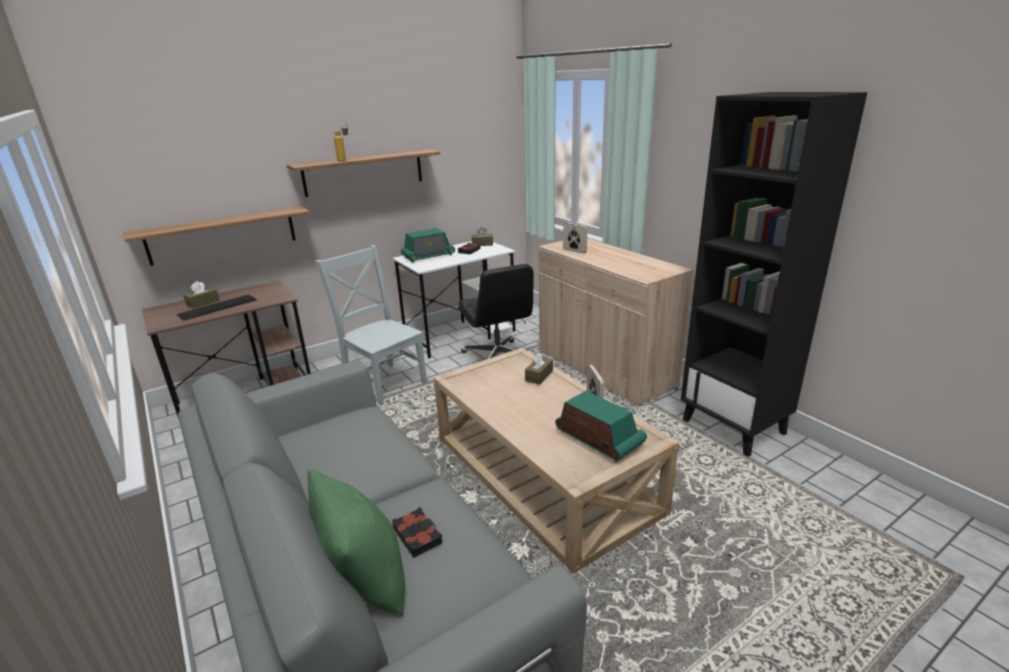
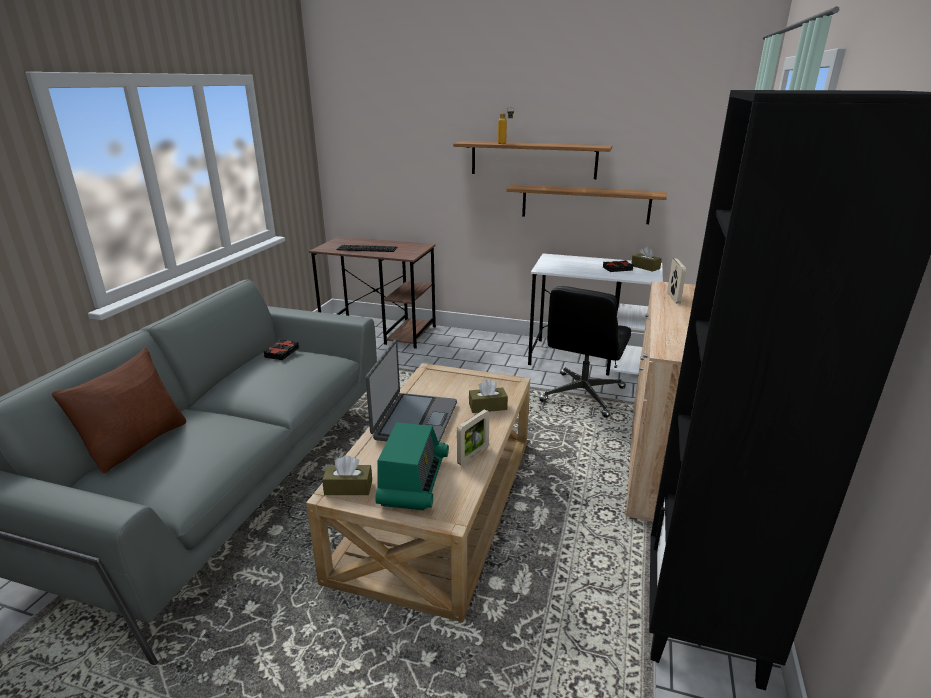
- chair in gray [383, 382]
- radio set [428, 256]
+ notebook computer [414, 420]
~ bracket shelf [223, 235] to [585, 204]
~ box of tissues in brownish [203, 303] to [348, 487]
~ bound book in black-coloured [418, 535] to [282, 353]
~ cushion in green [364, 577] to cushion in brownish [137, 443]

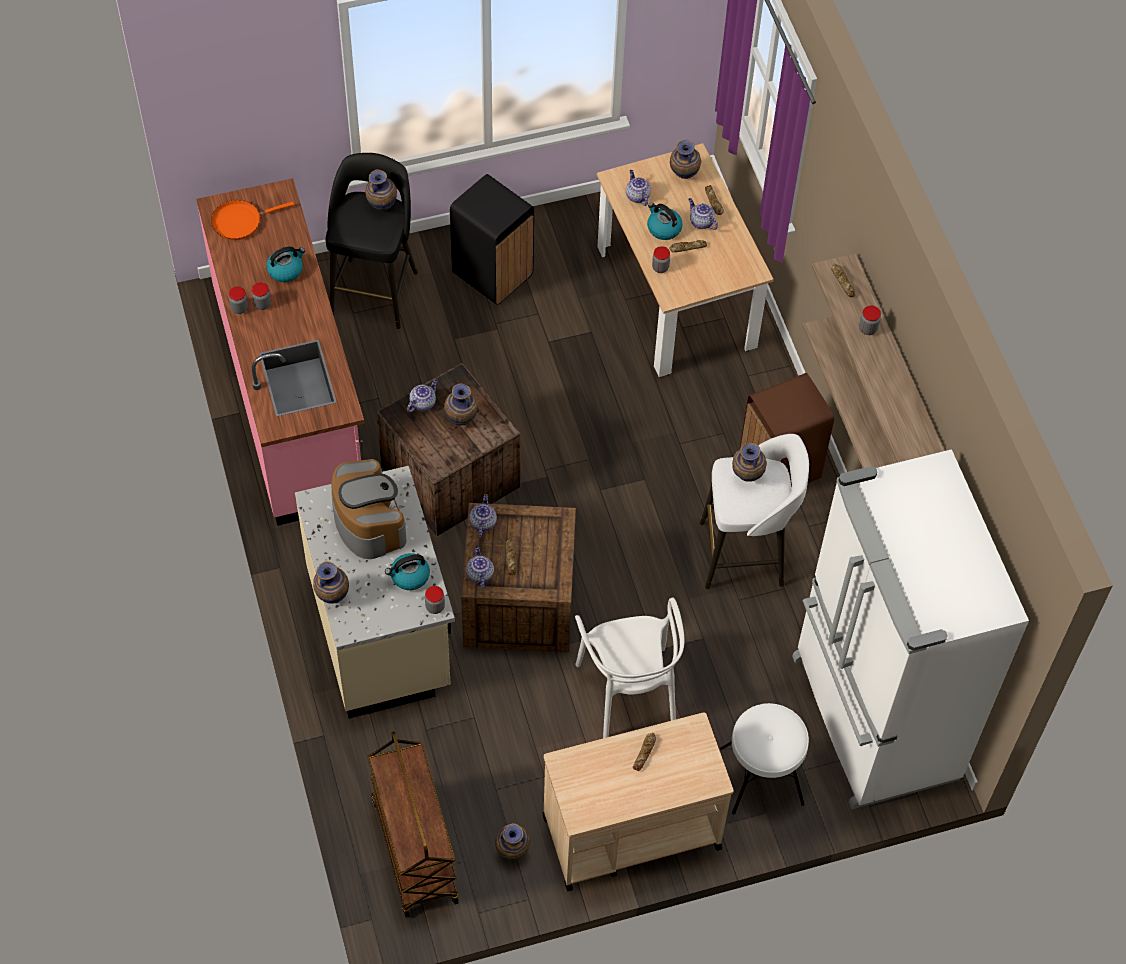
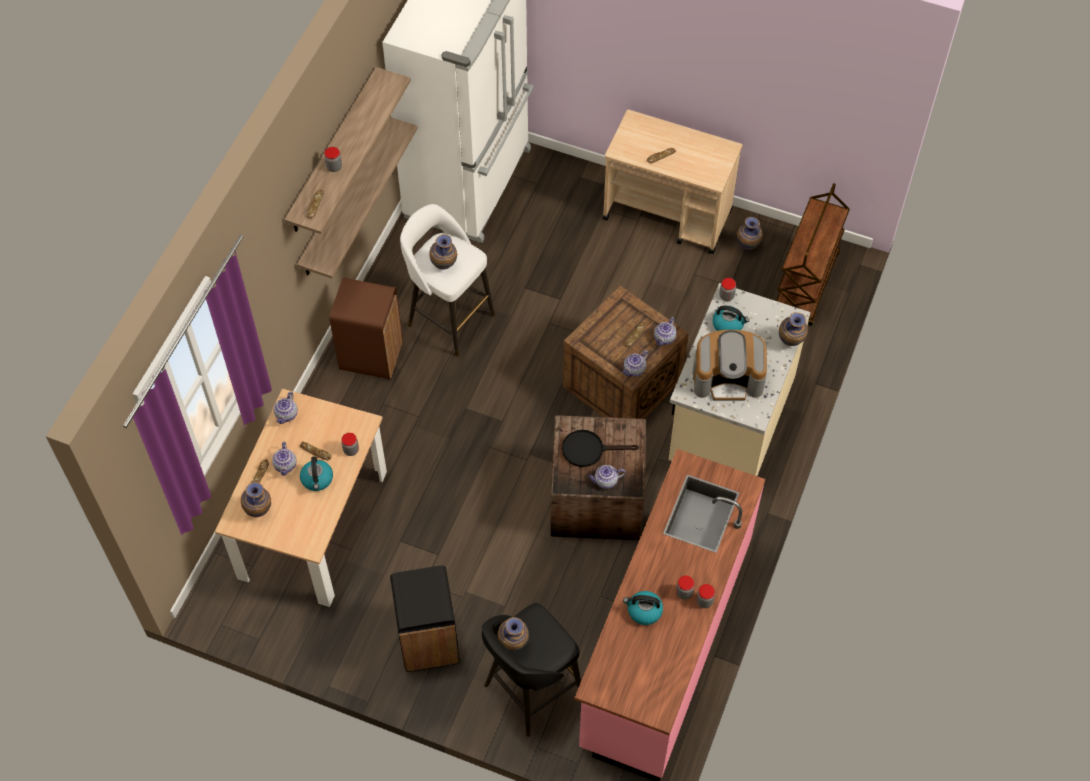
- skillet in orange [240, 221]
- chair in whitish [629, 692]
- sitting stool in whitish [761, 776]
~ teapot [637, 196] to [286, 415]
~ vase [461, 421] to skillet in black-coloured [589, 449]
~ coffee brewer [368, 521] = [728, 378] 105 degrees counterclockwise

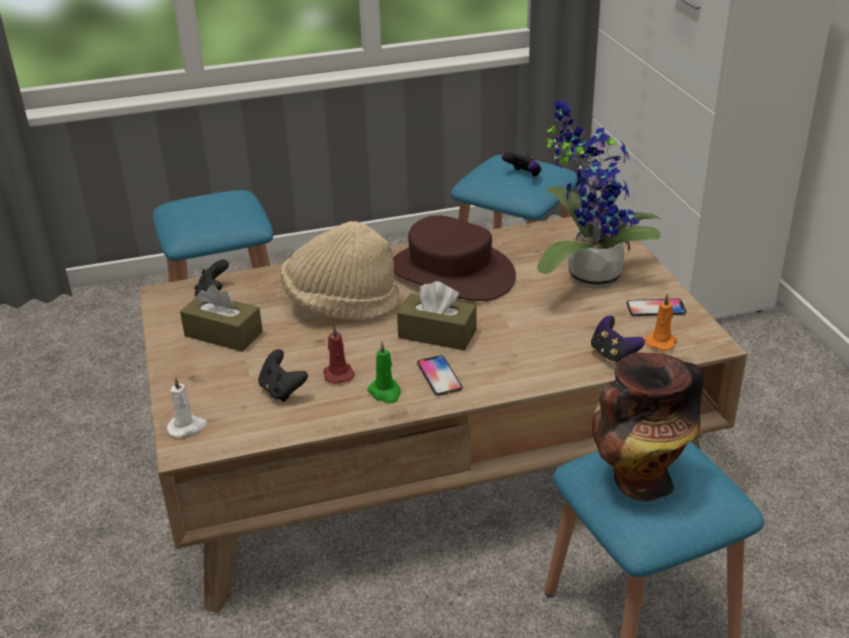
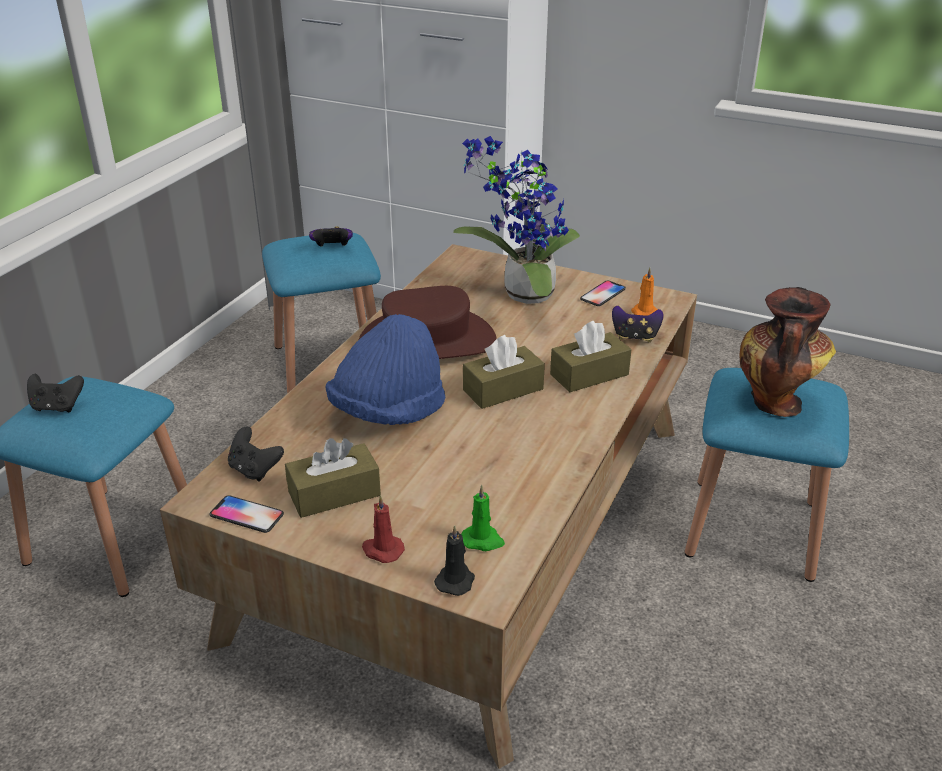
+ box of tissues in brownish [589, 374]
~ gamepad in black-coloured [282, 390] to [57, 407]
~ candle in red-coloured [338, 374] to [382, 550]
~ candle in green [385, 392] to [483, 540]
~ phone [439, 376] to [247, 515]
~ candle in whitish [187, 427] to candle in black-coloured [455, 580]
~ clothing hat in beige [341, 304] to clothing hat in blue [388, 412]

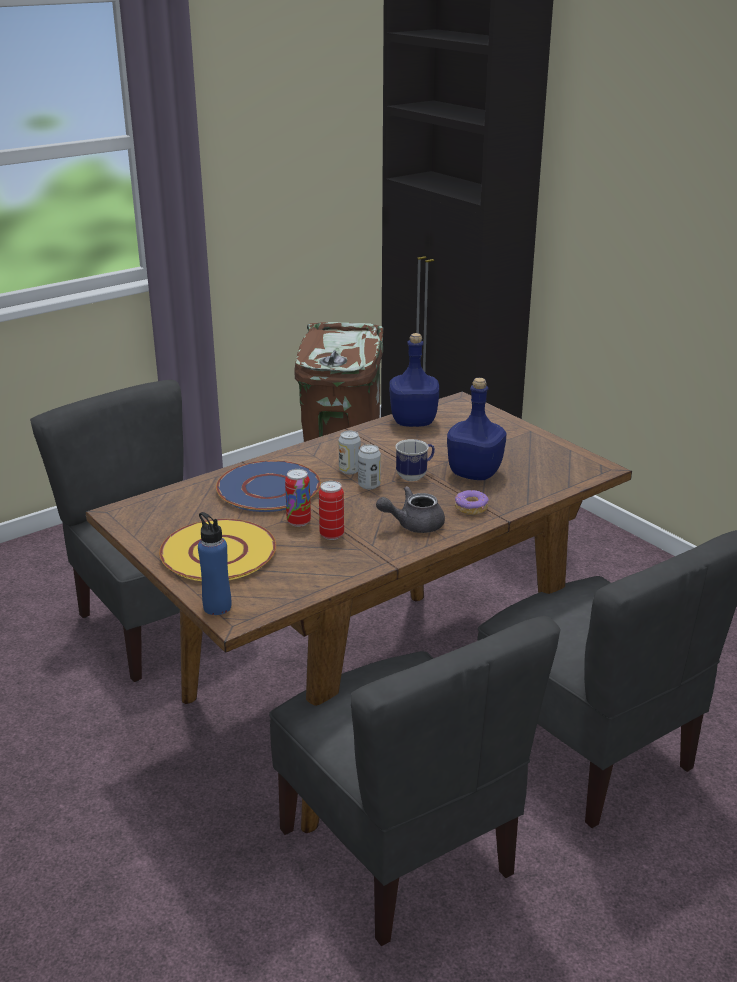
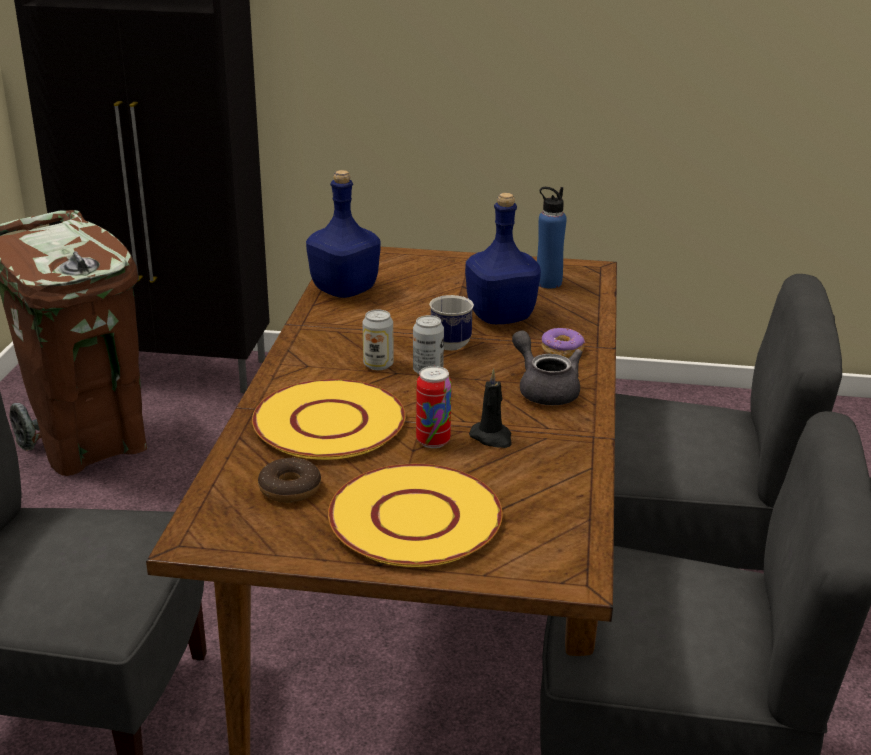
+ doughnut [290, 489]
~ bottle in blue [217, 607] to [548, 283]
~ metal can [331, 535] to candle in black-coloured [492, 437]
~ dinner plate in blue [269, 488] to dinner plate in yellow-coloured [329, 421]
~ teapot in gray [413, 524] = [544, 389] 120 degrees clockwise

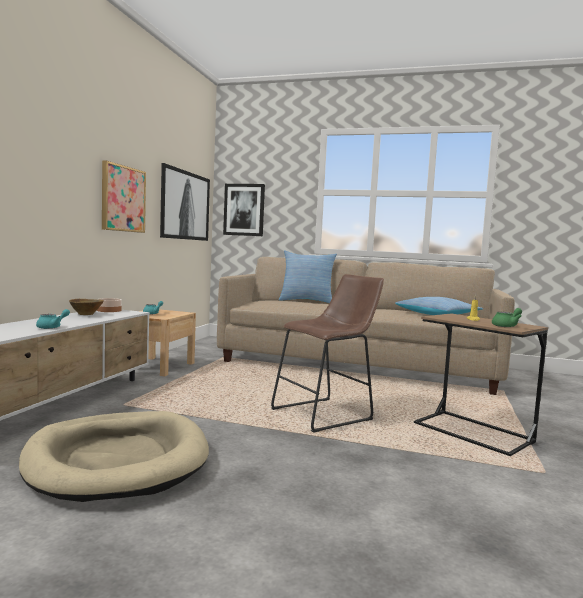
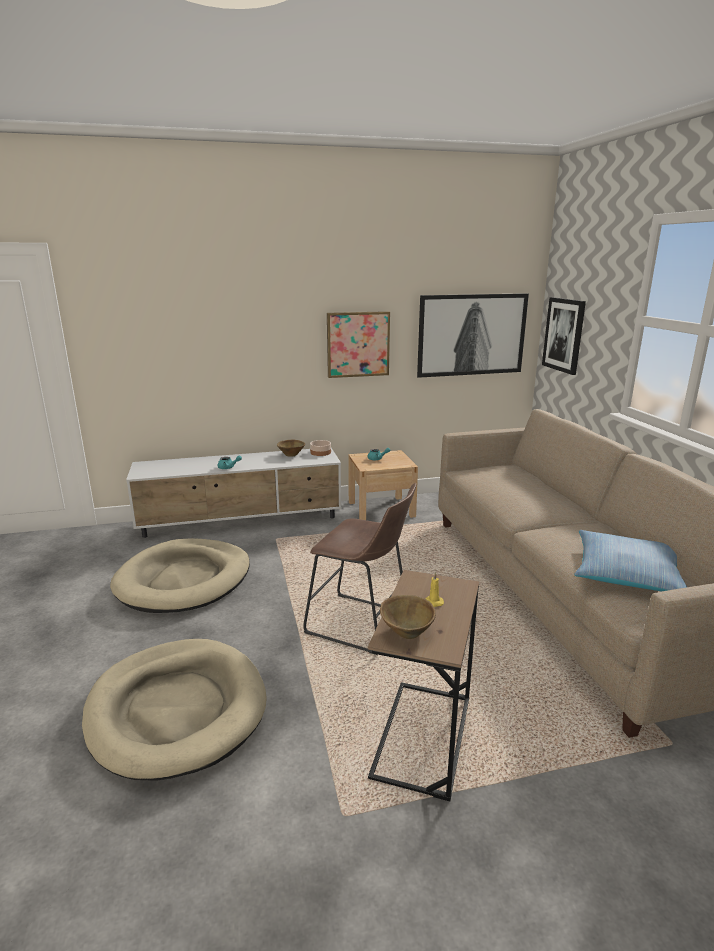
- cushion [306, 301]
+ pet bed in beige [177, 709]
~ teapot in green [507, 326] to bowl in brownish [406, 631]

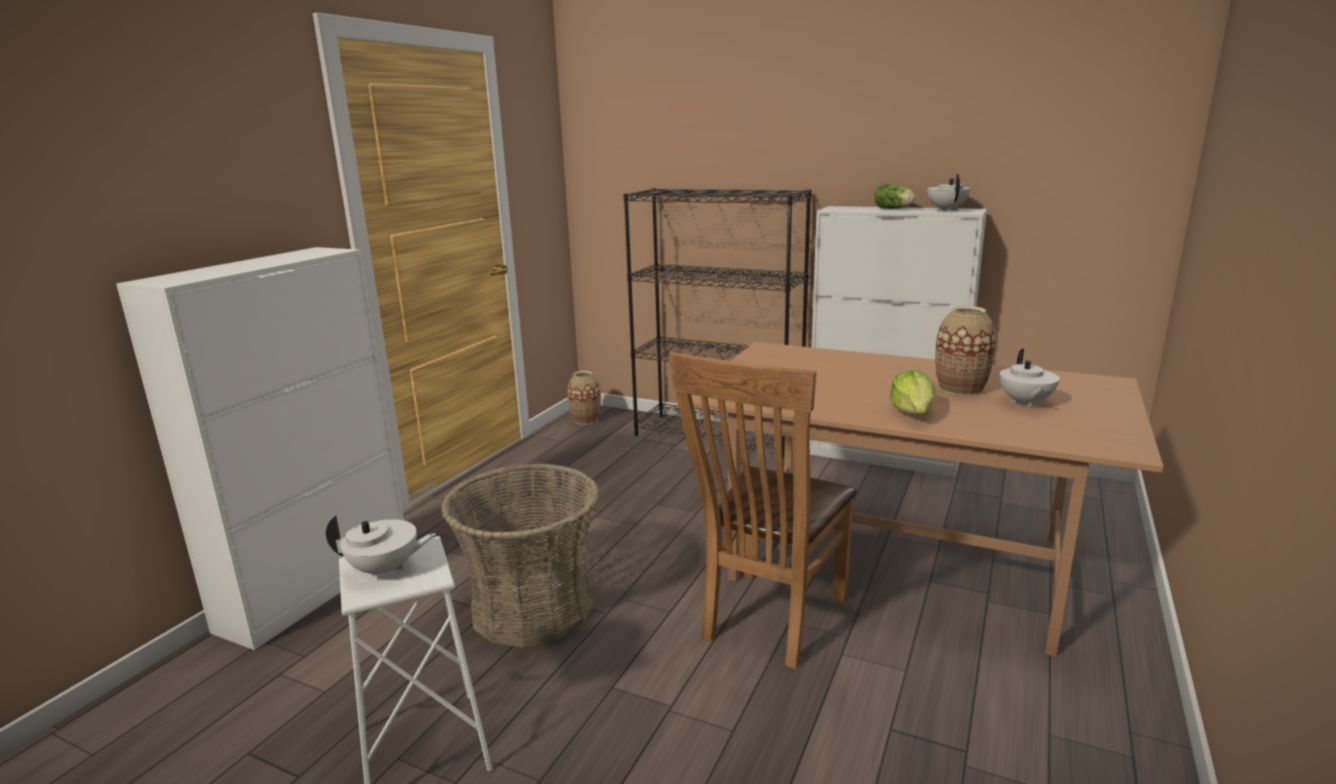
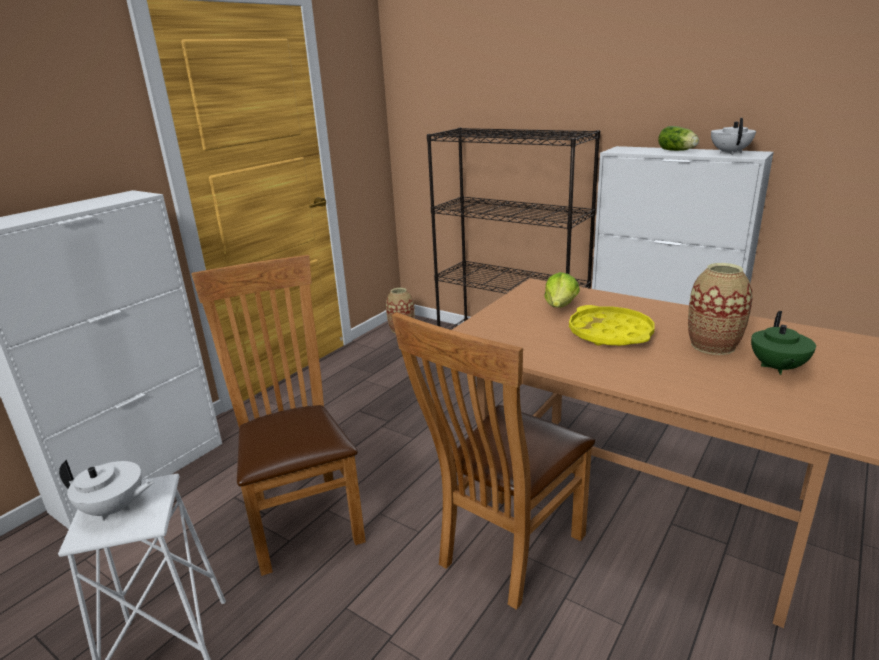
+ carrying tray in yellow-coloured [610, 333]
~ lettuce [913, 413] to [560, 306]
~ basket [532, 607] to chair in brownish [302, 515]
~ teapot in whitish [1025, 403] to teapot in green [777, 368]

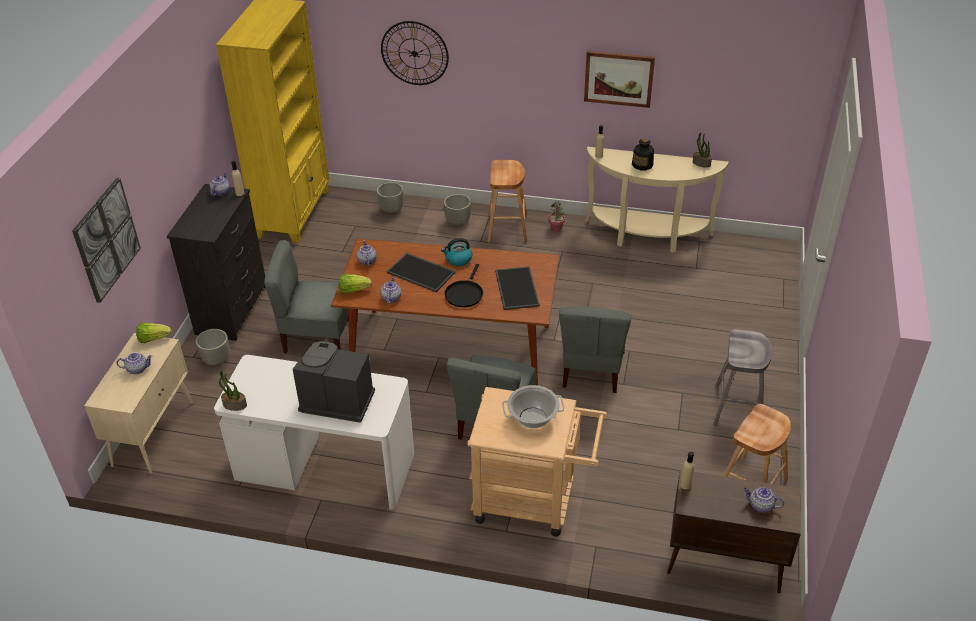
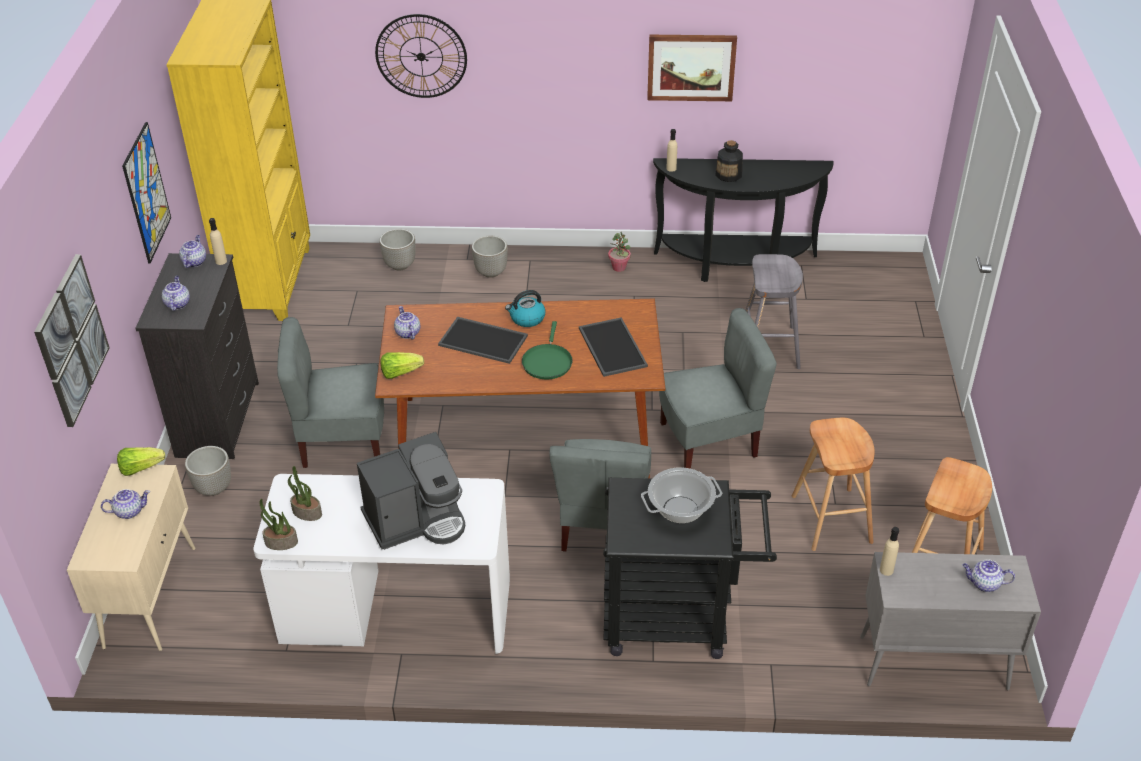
+ wall picture [146, 193]
~ teapot [391, 297] to [177, 304]
~ sitting stool in brownish [507, 228] to [831, 519]
~ houseplant [701, 163] to [306, 513]
~ sitting stool in gray [738, 408] to [769, 347]
~ skillet in black-coloured [464, 294] to skillet in green [547, 362]
~ trolley in beige [533, 502] to trolley in black-coloured [678, 619]
~ console table in beige [647, 236] to console table in black-coloured [736, 266]
~ cabinet in brownish [722, 563] to cabinet in gray [931, 663]
~ coffee brewer [336, 401] = [416, 520] 150 degrees clockwise
~ chair in gray [592, 370] = [709, 441] 105 degrees counterclockwise

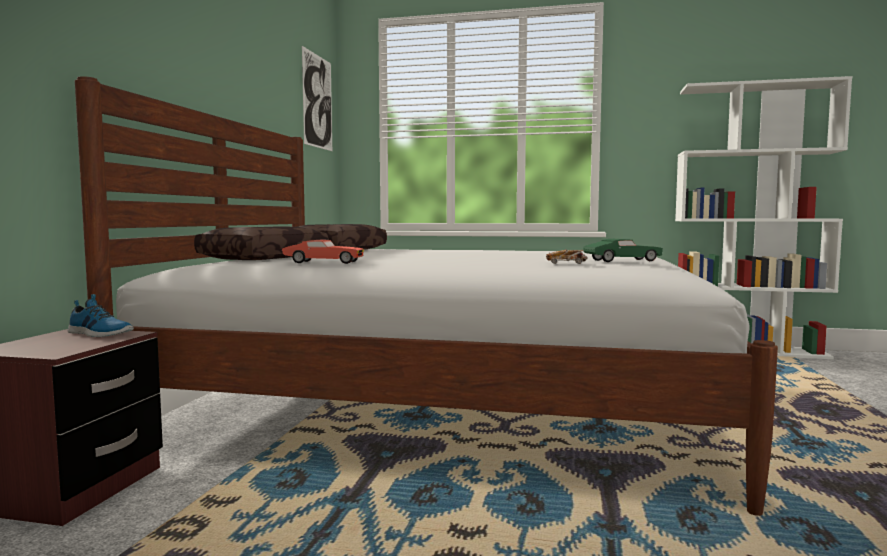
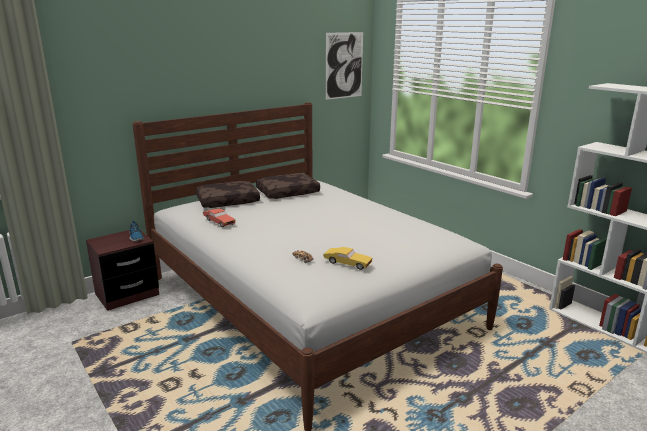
~ toy car in green [622, 261] to toy car in yellow-coloured [347, 263]

